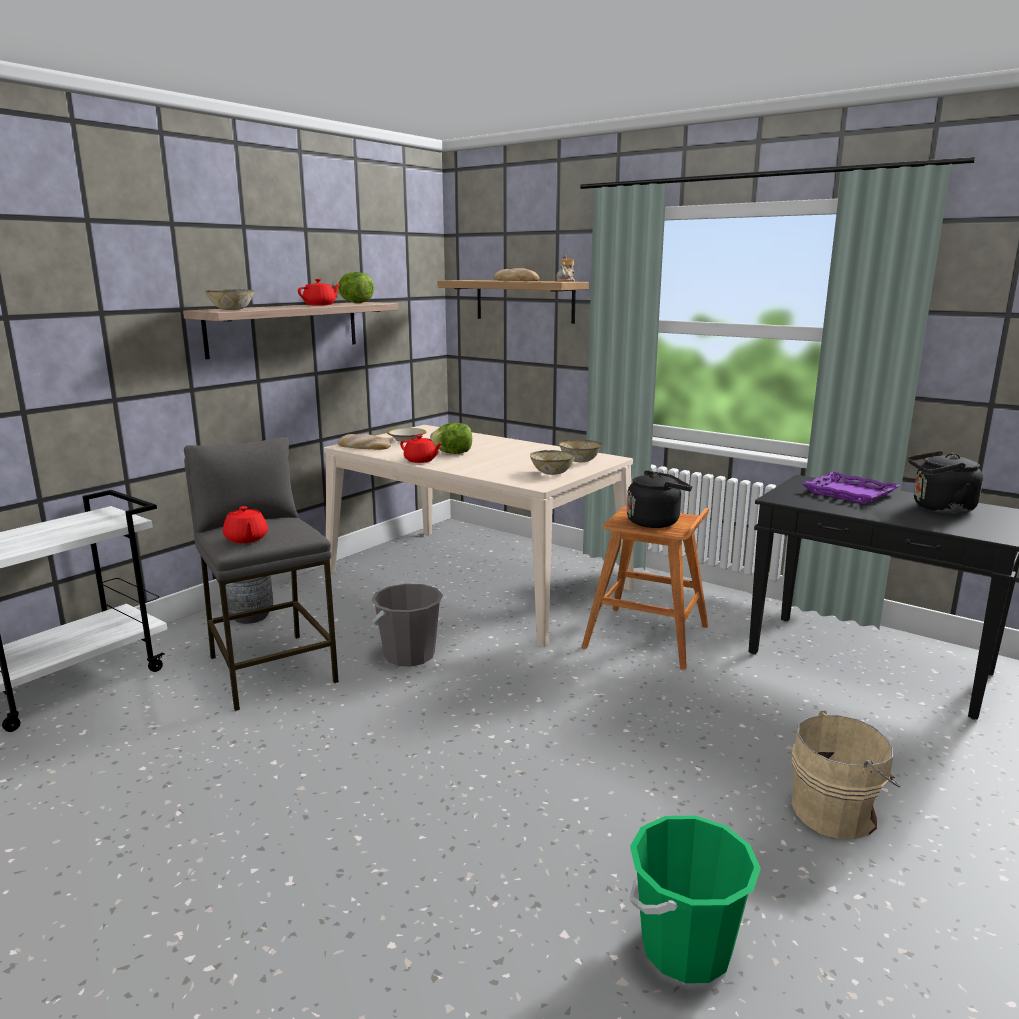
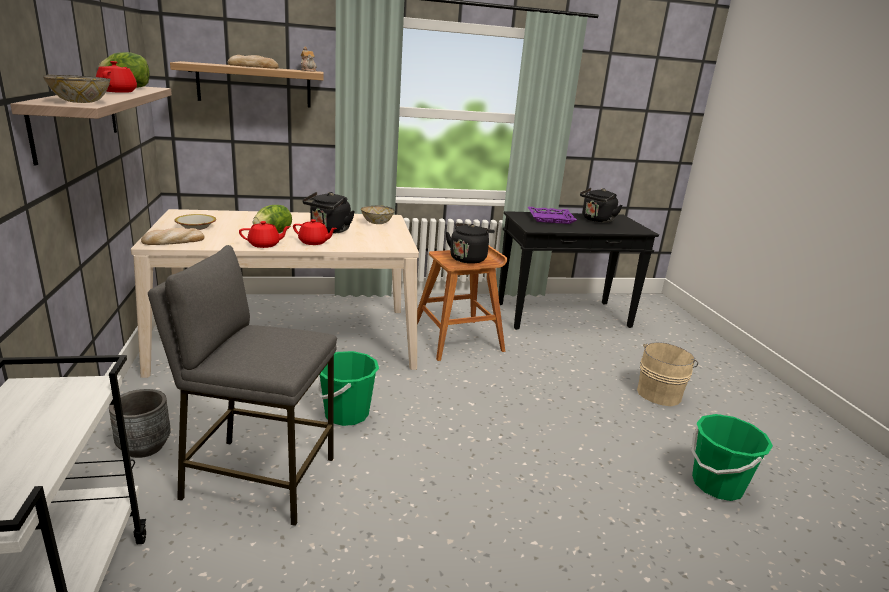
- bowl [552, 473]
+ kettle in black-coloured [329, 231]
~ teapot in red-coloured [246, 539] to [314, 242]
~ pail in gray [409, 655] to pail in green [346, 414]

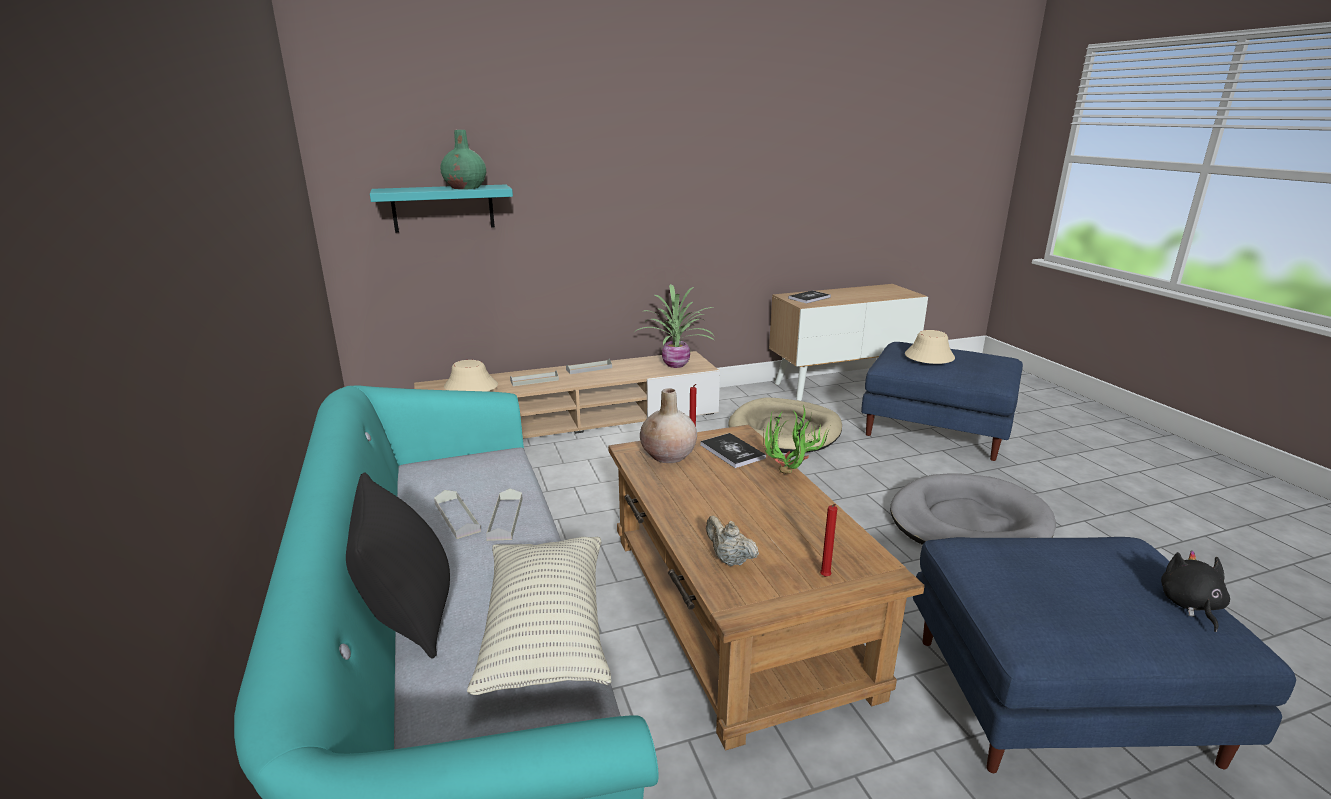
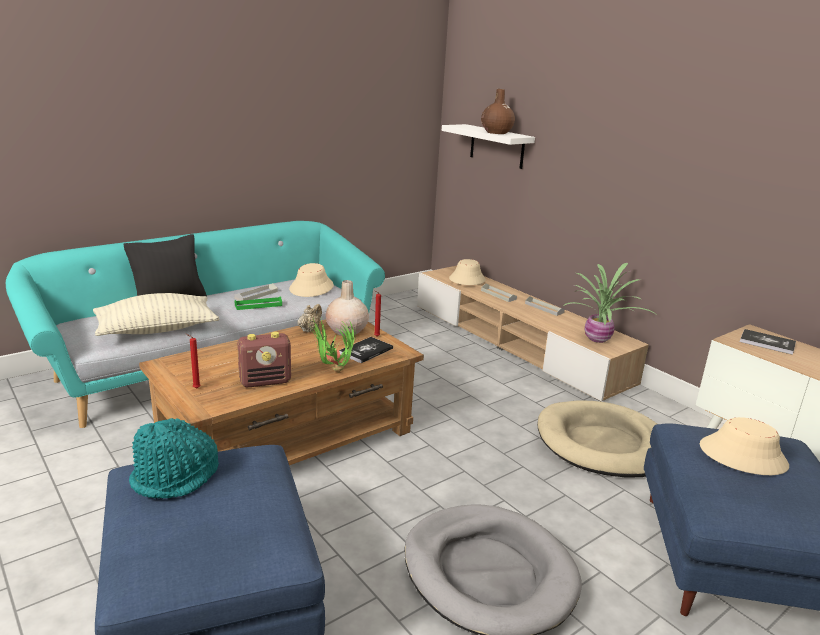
- soft toy in black-coloured [1190, 605]
+ clothing hat in turquoise-coloured [176, 477]
+ radio set [265, 381]
+ clothing hat in beige [311, 287]
~ teapot in beige [729, 560] to [309, 329]
~ bracket shelf in turquoise-coloured [443, 208] to bracket shelf in whitish [497, 146]
~ vase in green [465, 187] to vase in brownish [496, 132]
~ carrying tray in gray [505, 518] to carrying tray in green [258, 305]

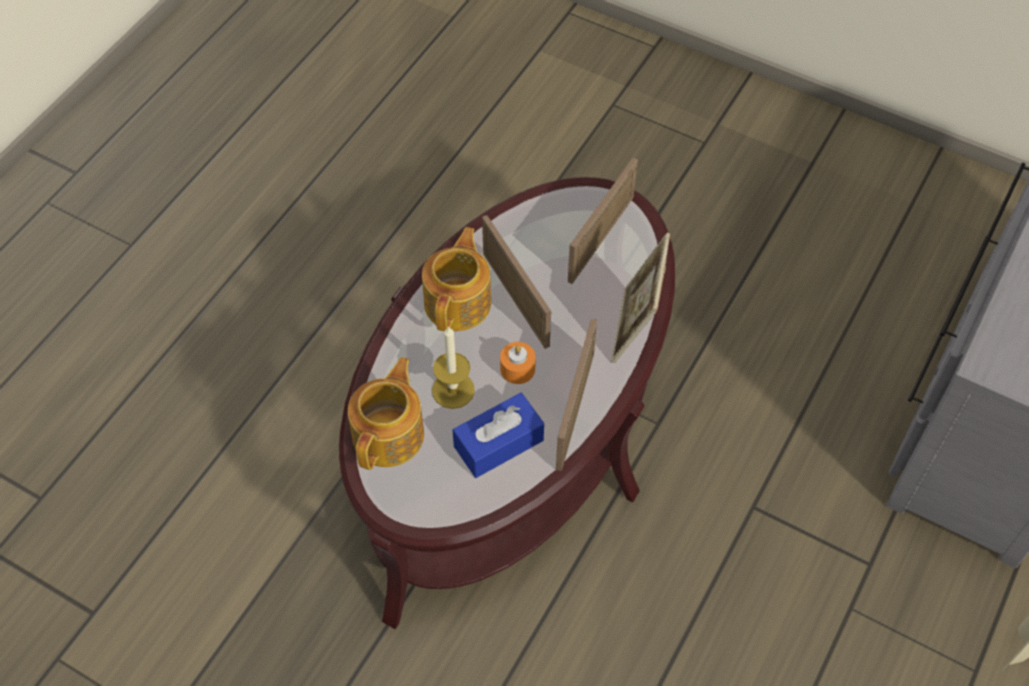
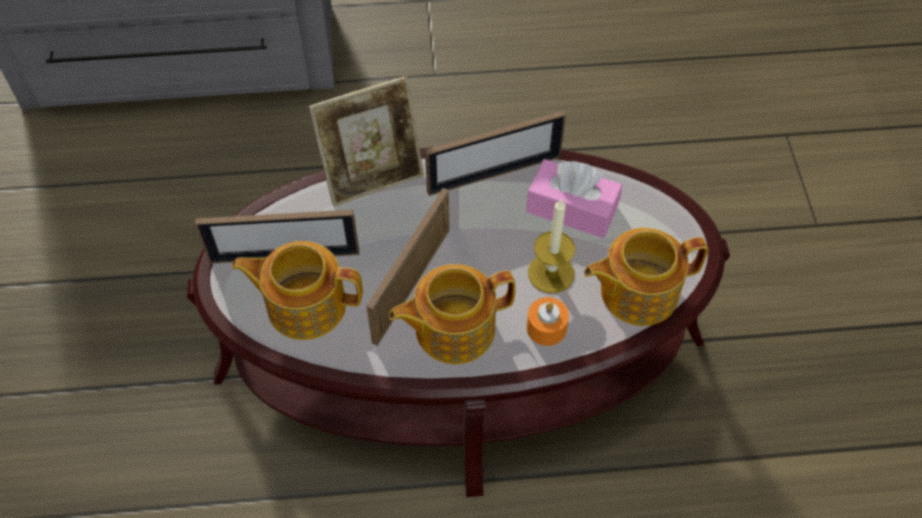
+ teapot [305, 304]
~ candle in orange [517, 369] to [546, 328]
~ box of tissues in blue [498, 443] to box of tissues in pinkish [572, 209]

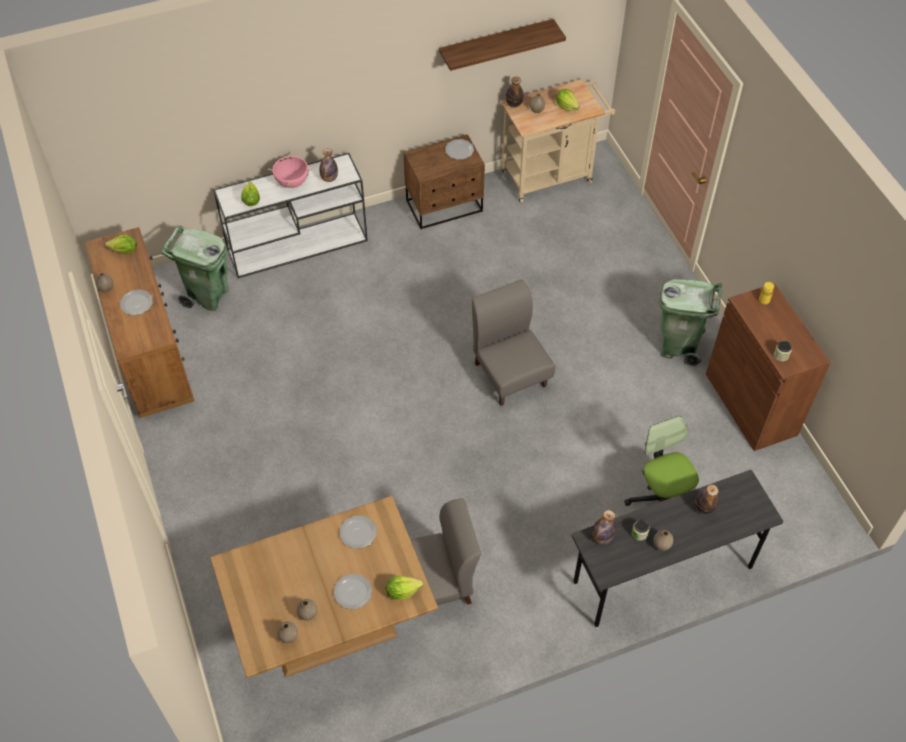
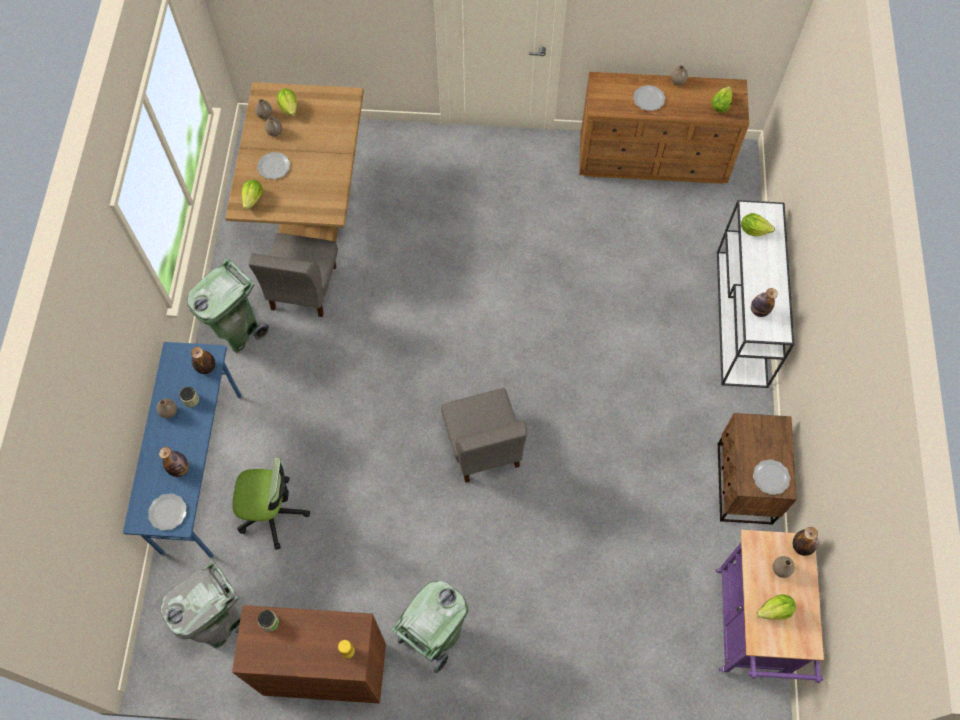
- saucepot in pinkish [292, 182]
- bracket shelf [496, 44]
+ waste bin in gray [221, 621]
+ lettuce [289, 107]
~ waste bin in green [208, 295] to [238, 331]
~ dinner plate [358, 533] to [167, 512]
~ trolley in beige [551, 176] to trolley in purple [750, 630]
~ desk unit in gray [662, 576] to desk unit in blue [202, 471]
~ chair in gray [510, 374] = [483, 446] 75 degrees clockwise

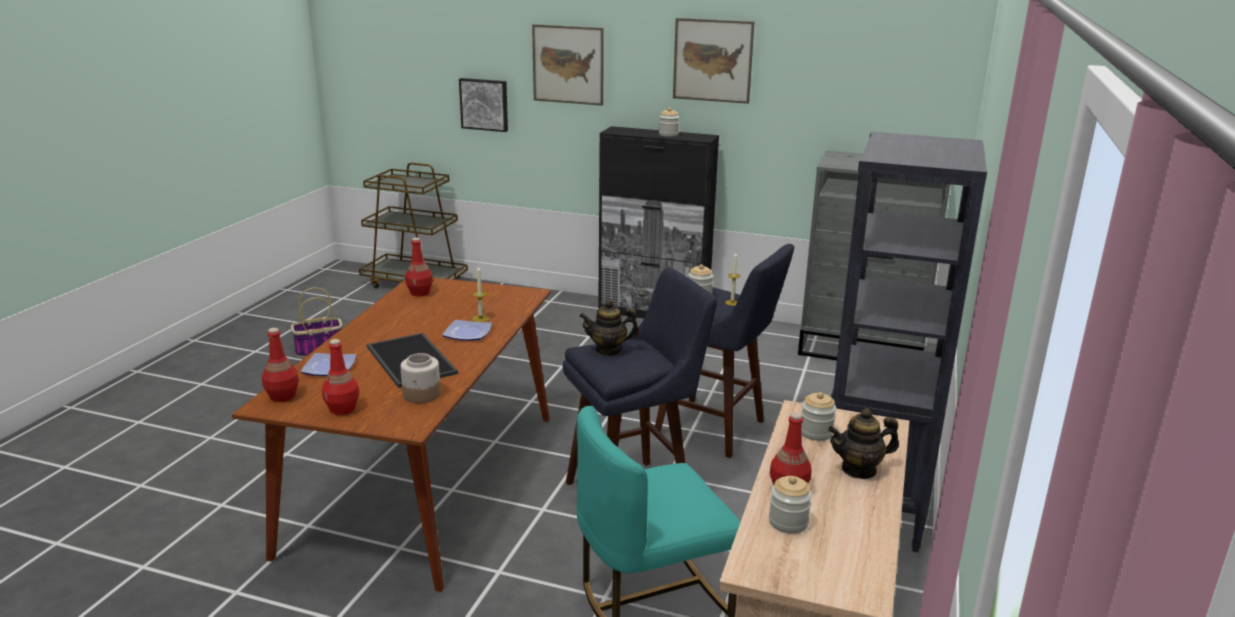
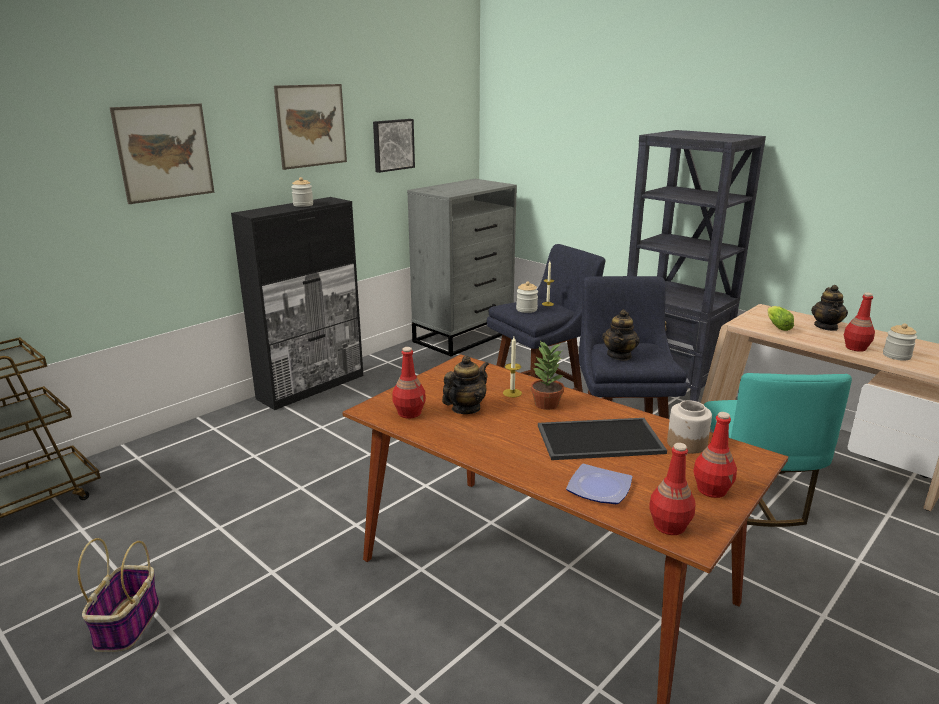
+ teapot [465, 409]
~ wall picture [484, 104] to [392, 145]
~ dinner plate [467, 333] to houseplant [545, 404]
~ storage jar [816, 433] to lettuce [776, 326]

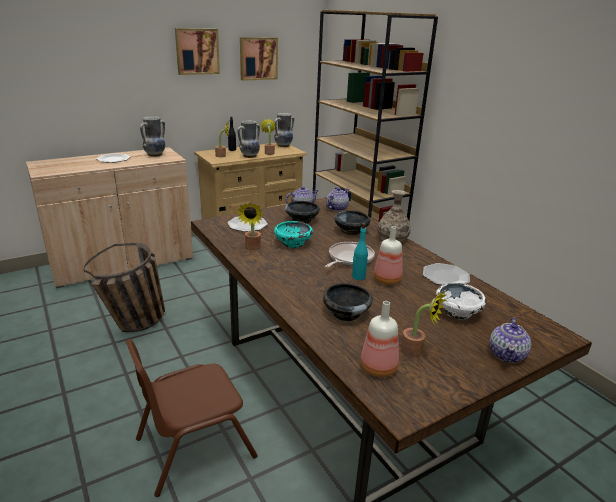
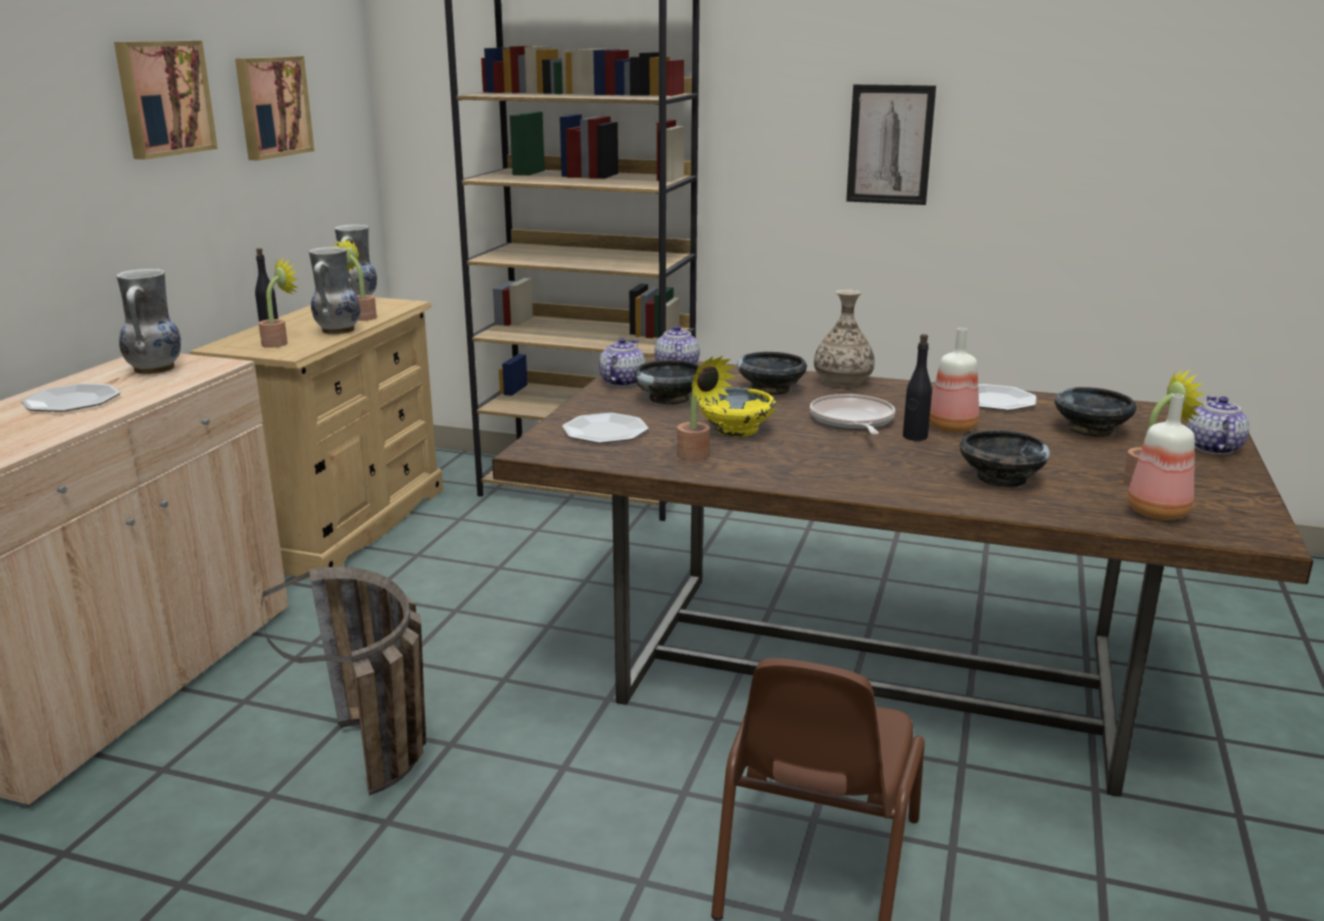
+ wall picture [890, 144]
~ bowl in turquoise-coloured [292, 243] to bowl in yellow-coloured [736, 430]
~ bottle in turquoise-coloured [358, 277] to bottle in black-coloured [914, 437]
~ bowl in whitish [457, 312] to bowl in black-coloured [1090, 430]
~ teapot [507, 354] = [1213, 448] 150 degrees counterclockwise

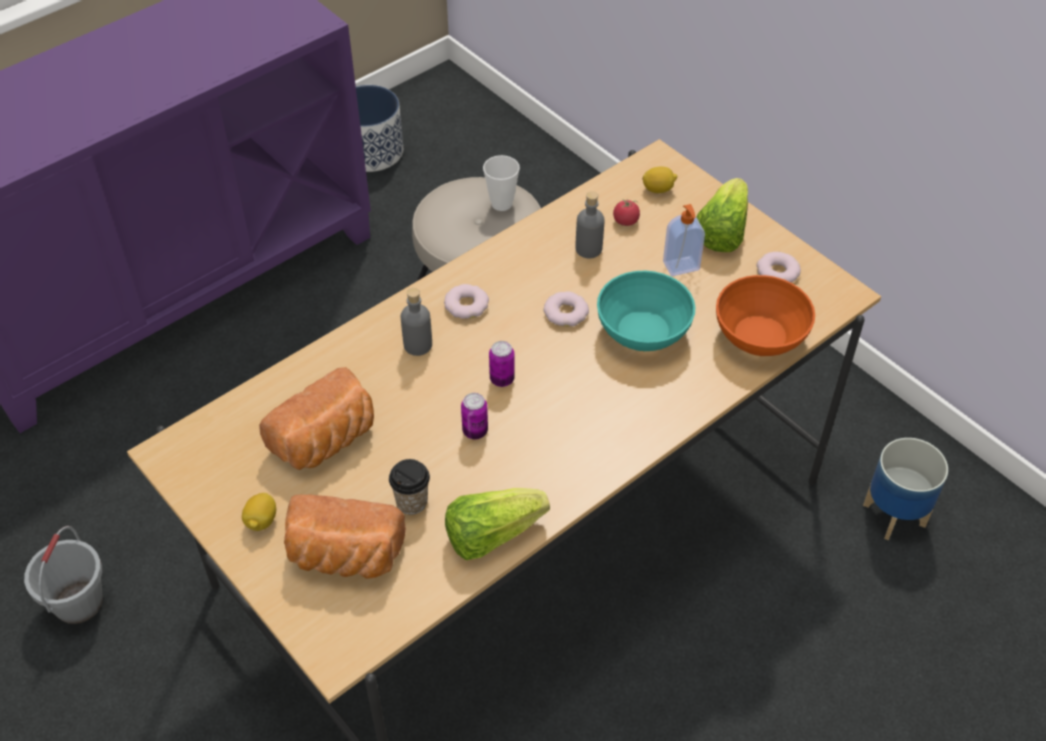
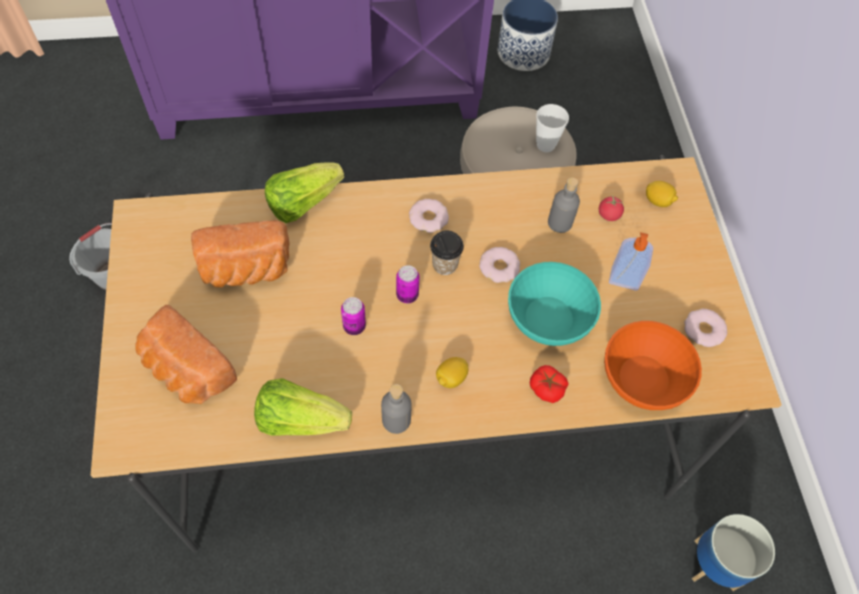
+ tomato [546, 388]
~ whole lemon [261, 521] to [451, 378]
~ cup [412, 502] to [445, 264]
~ bottle in gray [418, 345] to [396, 420]
~ lettuce [722, 232] to [303, 203]

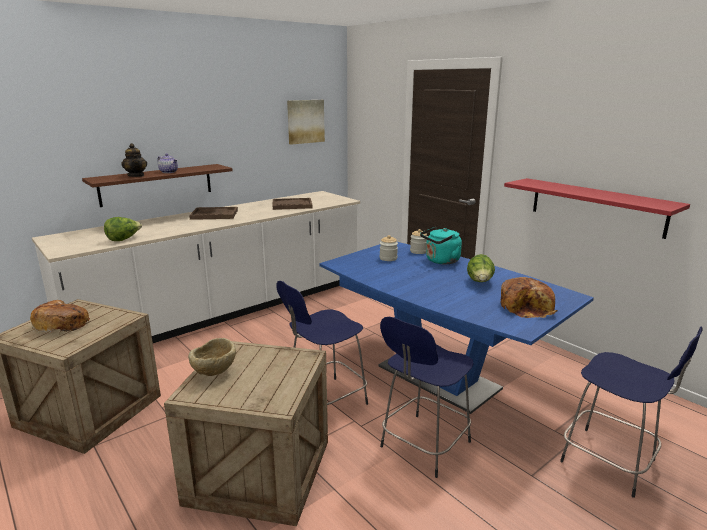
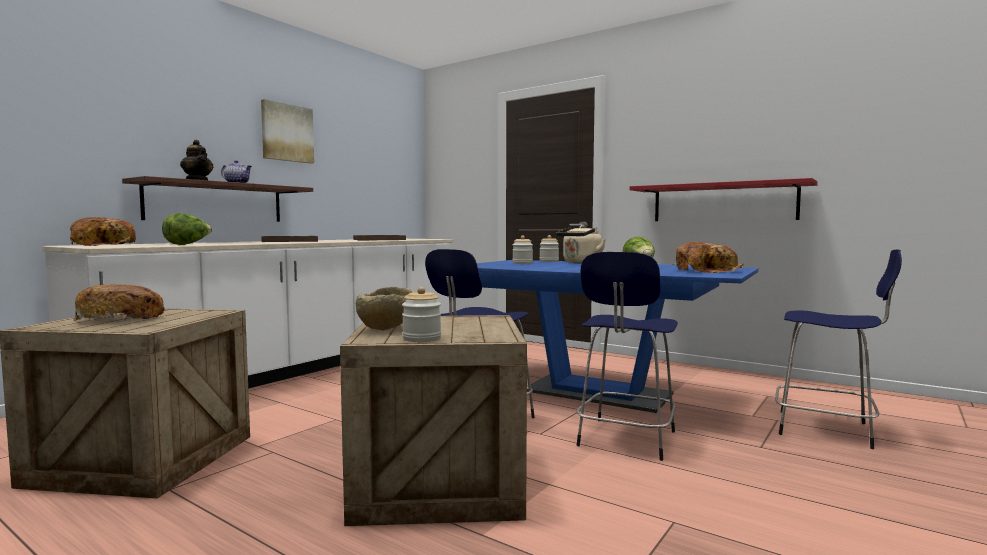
+ bread [105, 245]
+ storage jar [421, 338]
~ wall picture [305, 121] to [287, 133]
~ kettle in turquoise-coloured [441, 261] to kettle in beige [580, 263]

